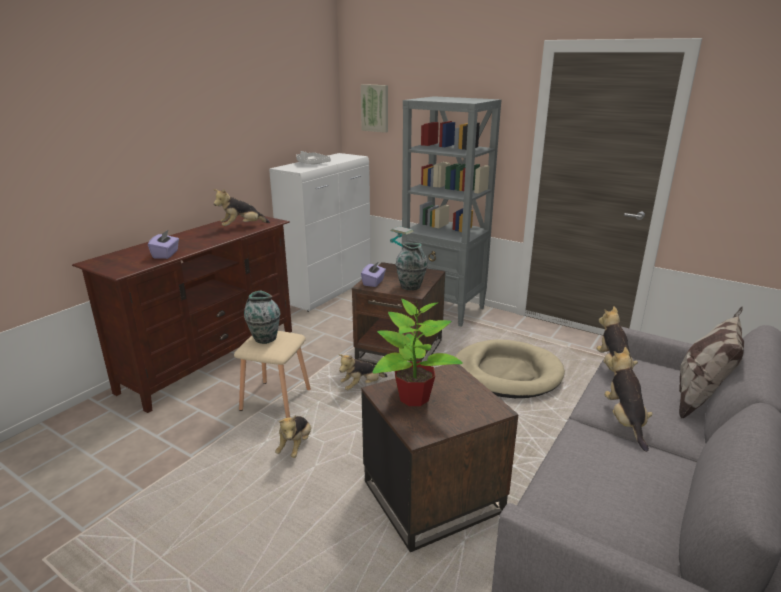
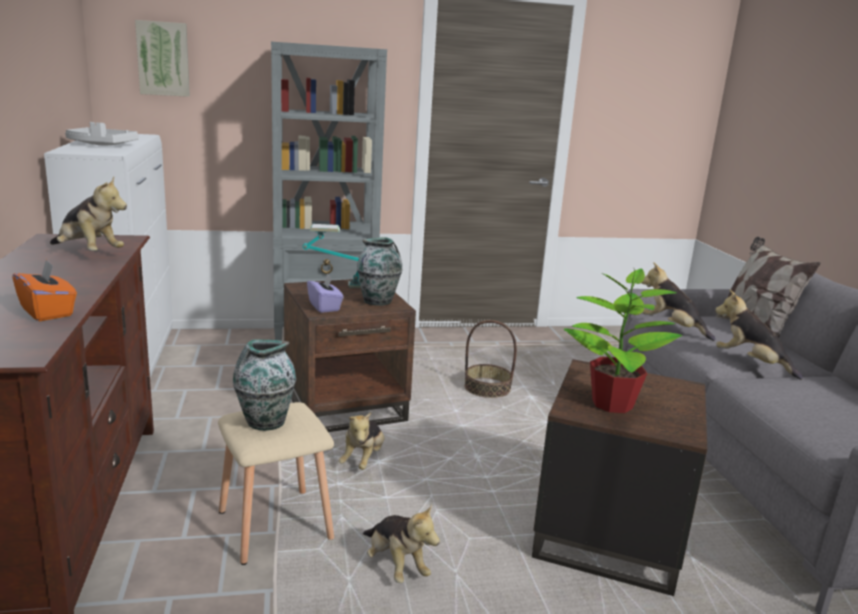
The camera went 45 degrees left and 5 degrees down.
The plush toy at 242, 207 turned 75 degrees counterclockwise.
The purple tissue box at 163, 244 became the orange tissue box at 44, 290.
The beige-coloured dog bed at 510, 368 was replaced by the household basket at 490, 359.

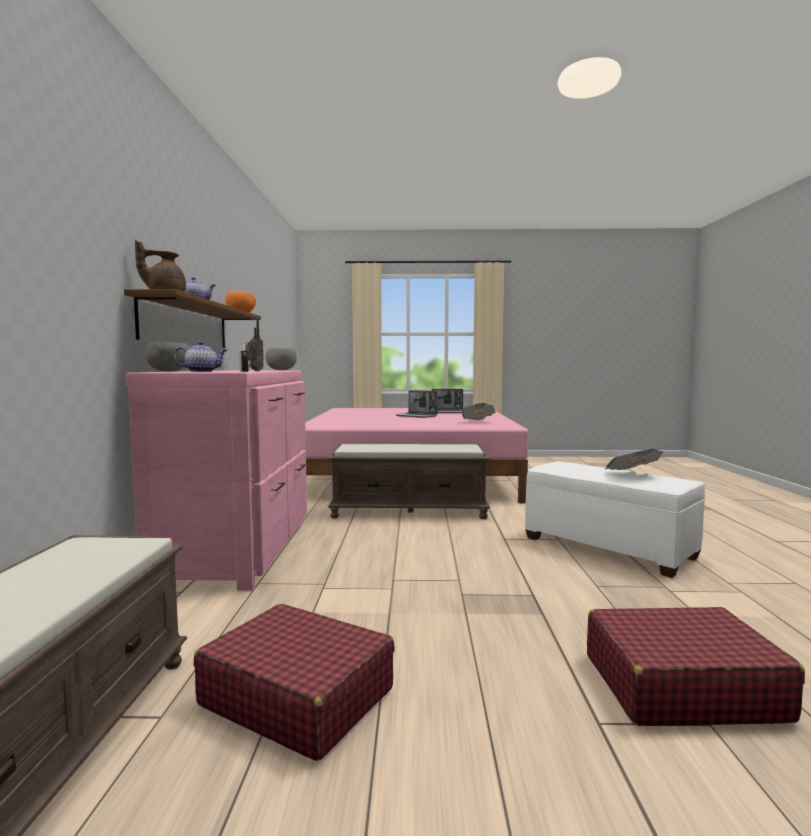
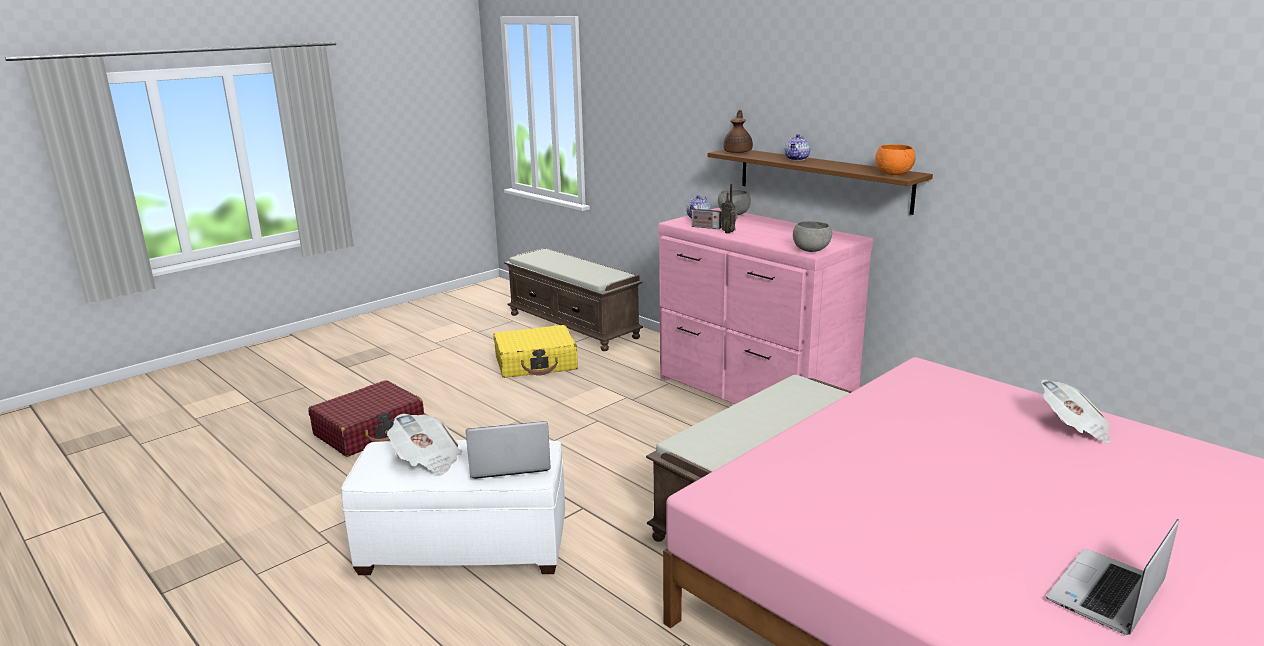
The camera went 135 degrees right and 15 degrees up.
The portable computer moved from 416, 404 to 508, 450.
The daily paper moved from 478, 411 to 1075, 411.
The red-coloured suitcase at 294, 682 became the yellowish suitcase at 535, 351.

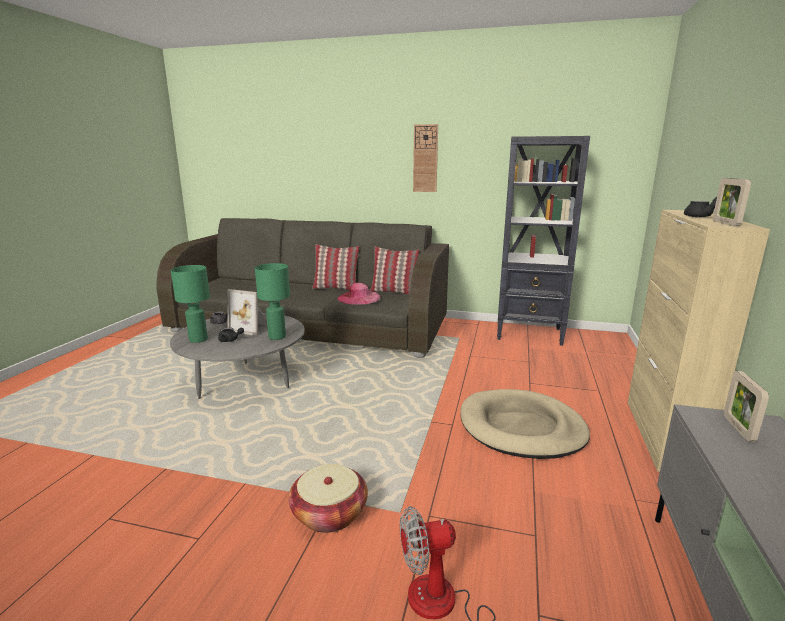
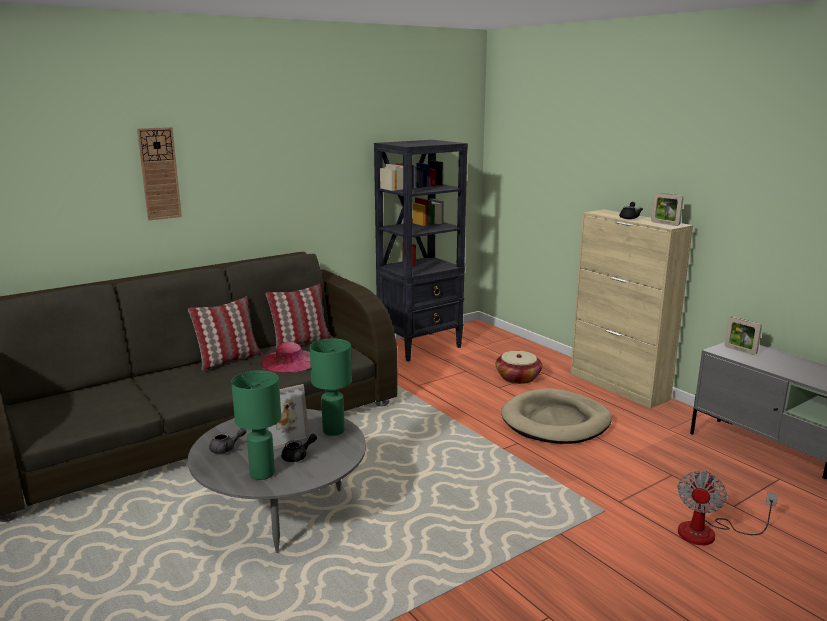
The camera went 50 degrees left and 0 degrees up.
The clock on the wall moved from 425, 158 to 159, 173.
The household basket moved from 328, 498 to 519, 367.

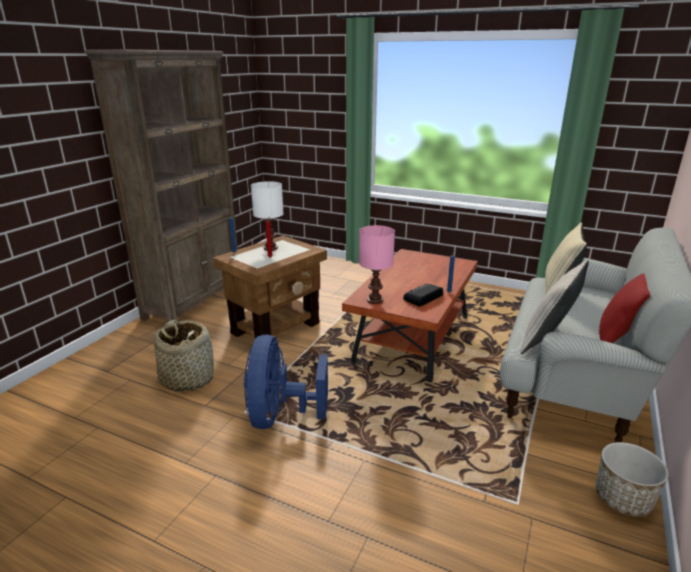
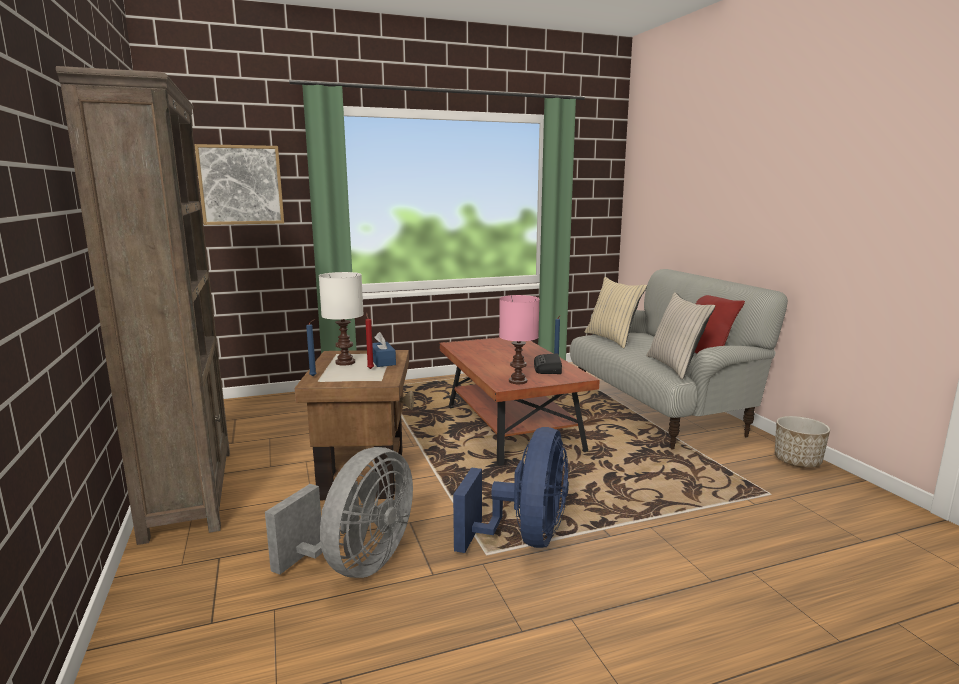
The camera went 45 degrees left and 10 degrees down.
The household basket at 184, 356 was replaced by the grey fan at 339, 512.
The blue fan at 286, 382 turned 120 degrees counterclockwise.
The wall art at 239, 184 appeared.
The blue tissue box at 384, 349 appeared.

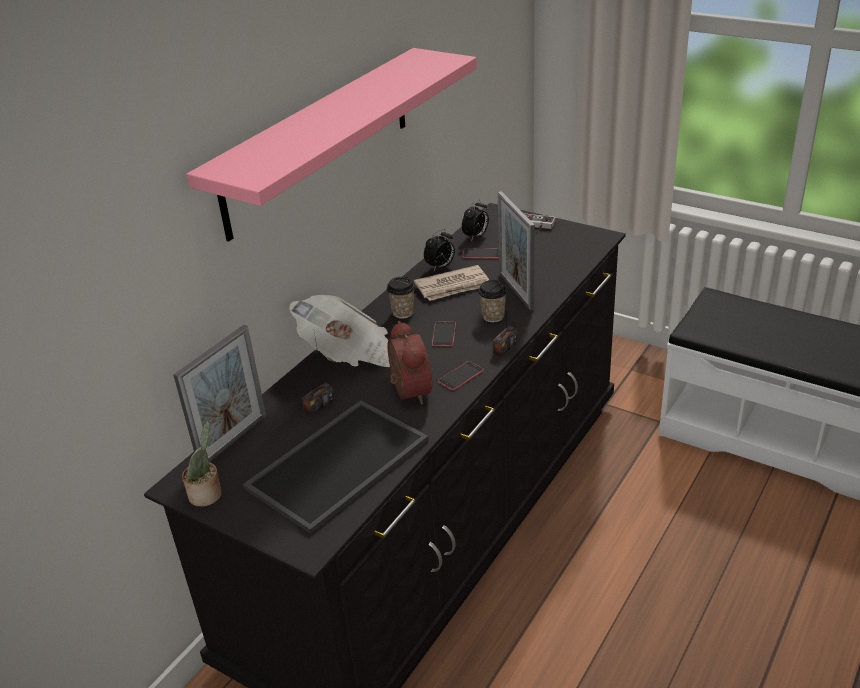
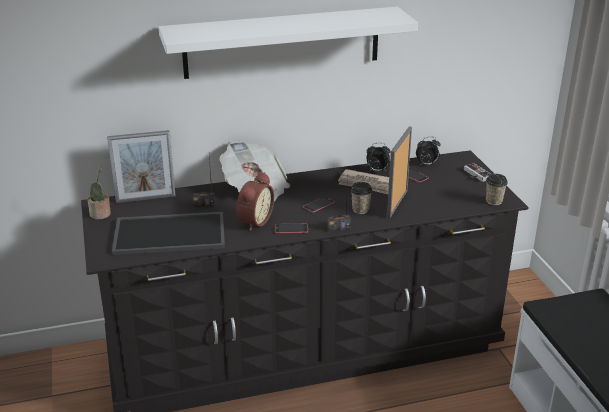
The camera went 40 degrees right and 5 degrees down.
The pinkish wall shelf at 331, 145 became the white wall shelf at 288, 43.
The cup moved from 401, 298 to 497, 189.

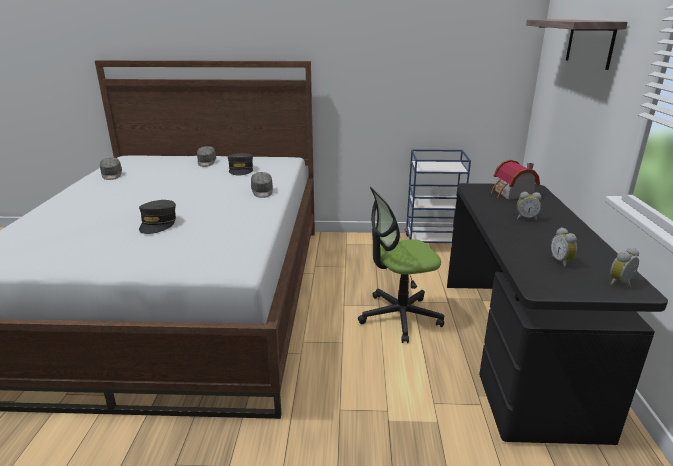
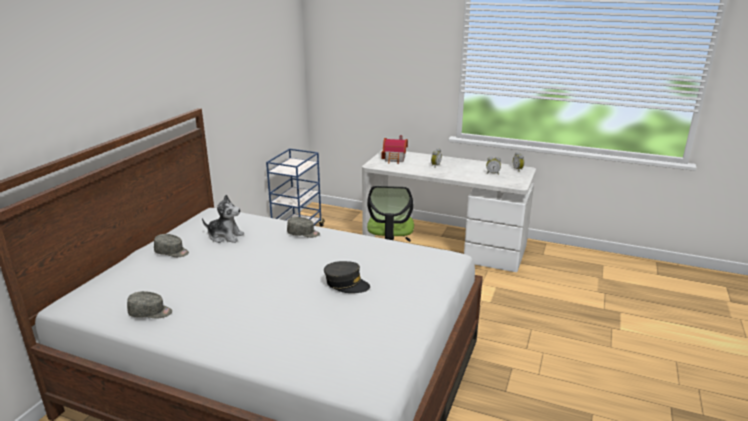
The camera went 70 degrees left and 0 degrees up.
The wall shelf at 577, 44 disappeared.
The grey peaked cap at 240, 164 was replaced by the plush toy at 223, 219.
The black desk table at 557, 314 became the white desk table at 449, 211.

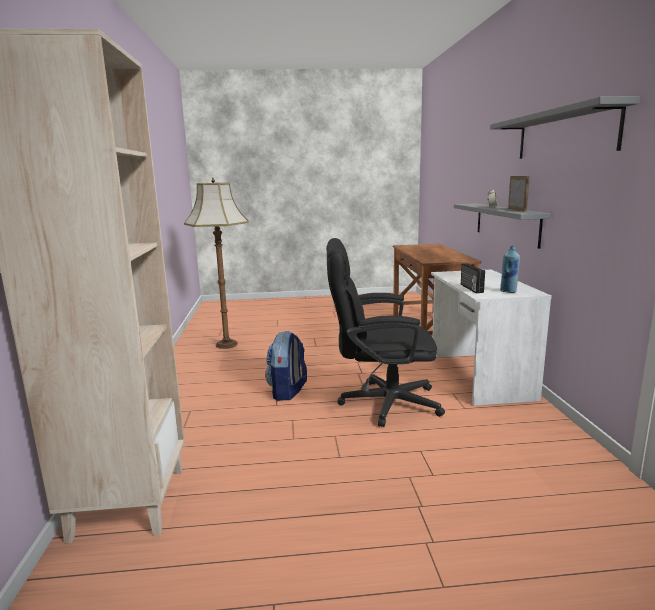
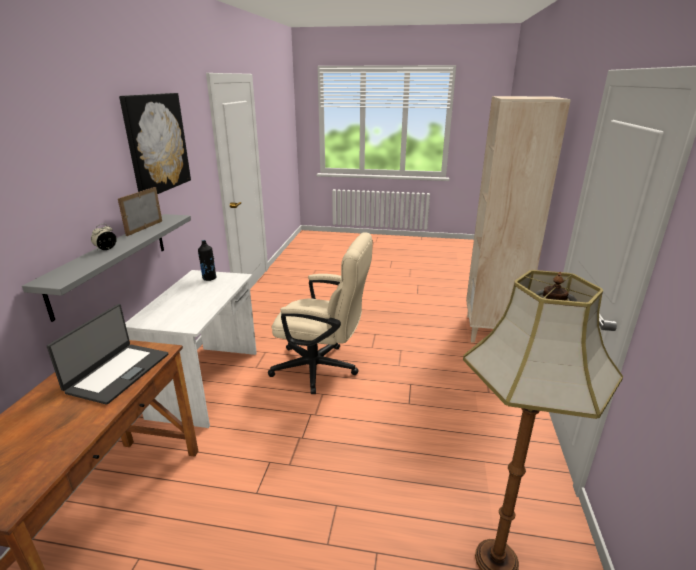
The camera went 165 degrees left and 10 degrees up.
The grey wall shelf at 565, 127 was replaced by the wall art at 155, 143.
The black desk chair at 385, 332 became the beige-coloured desk chair at 320, 313.
The blue beverage bottle at 510, 269 became the black beverage bottle at 207, 260.
The radio receiver at 473, 278 disappeared.
The rucksack at 286, 366 disappeared.
The portable computer at 107, 354 appeared.

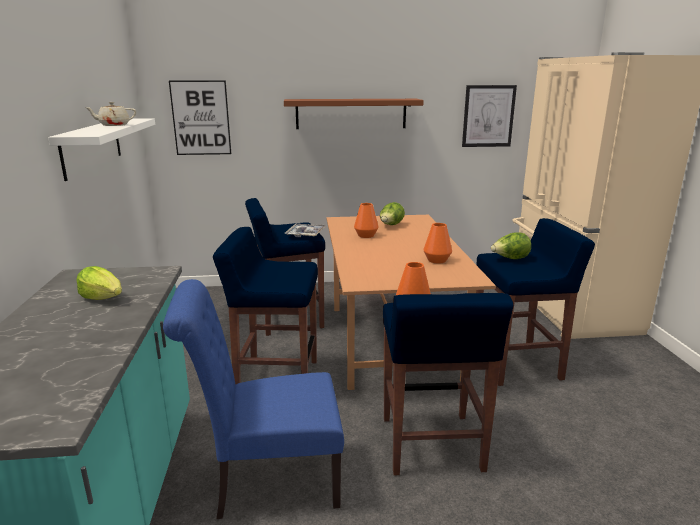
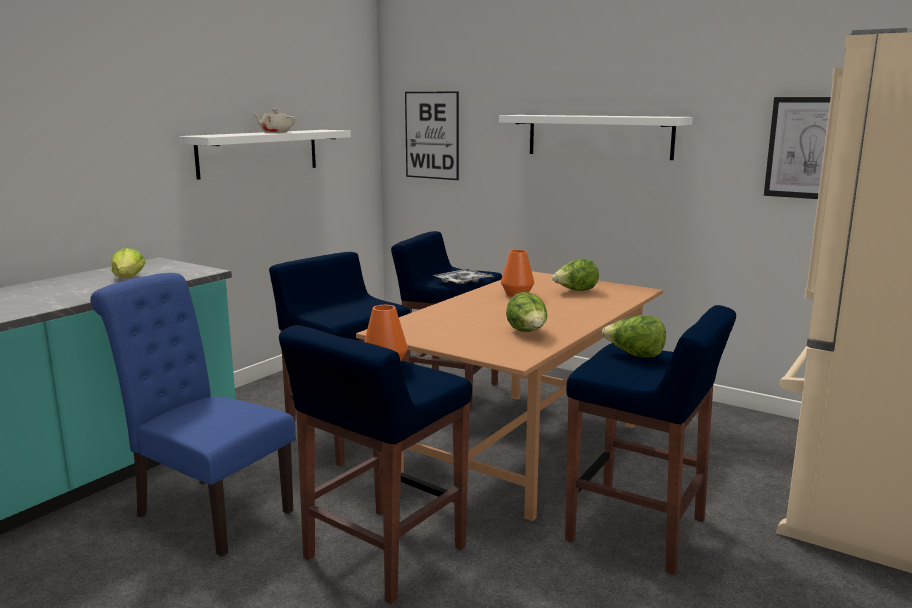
The camera went 40 degrees right and 5 degrees down.
The brown-coloured wall shelf at 354, 114 became the white wall shelf at 596, 137.
The orange vase at 438, 243 was replaced by the head of lettuce at 526, 312.

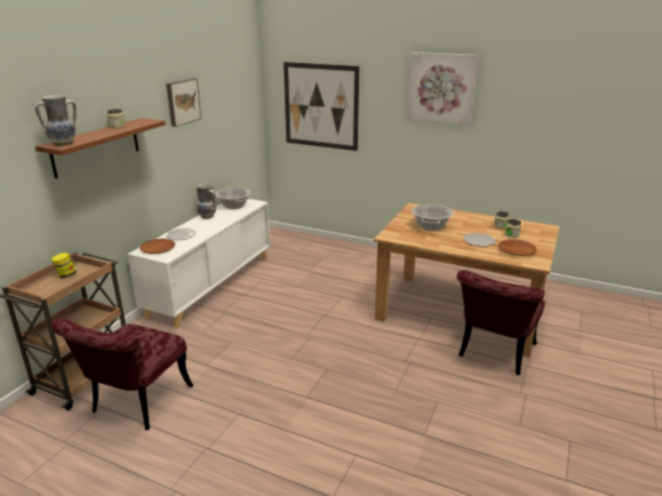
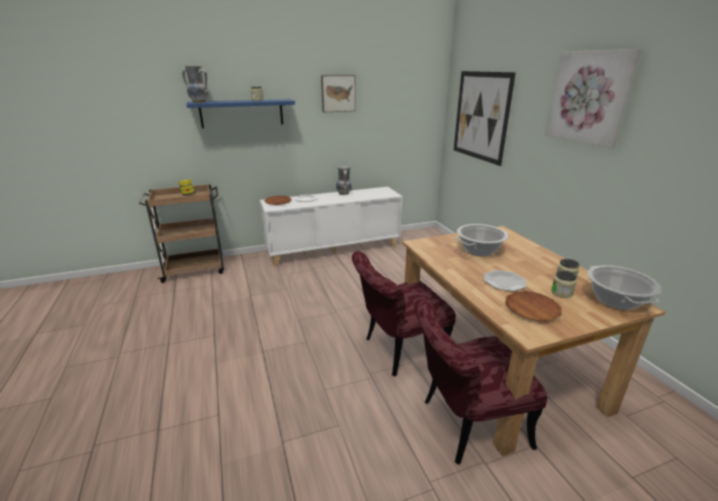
The camera went 45 degrees right and 0 degrees up.
The brown-coloured wall shelf at 100, 148 became the blue wall shelf at 240, 113.
The saucepot moved from 233, 198 to 624, 287.
The red-coloured plain chair moved from 122, 374 to 404, 314.

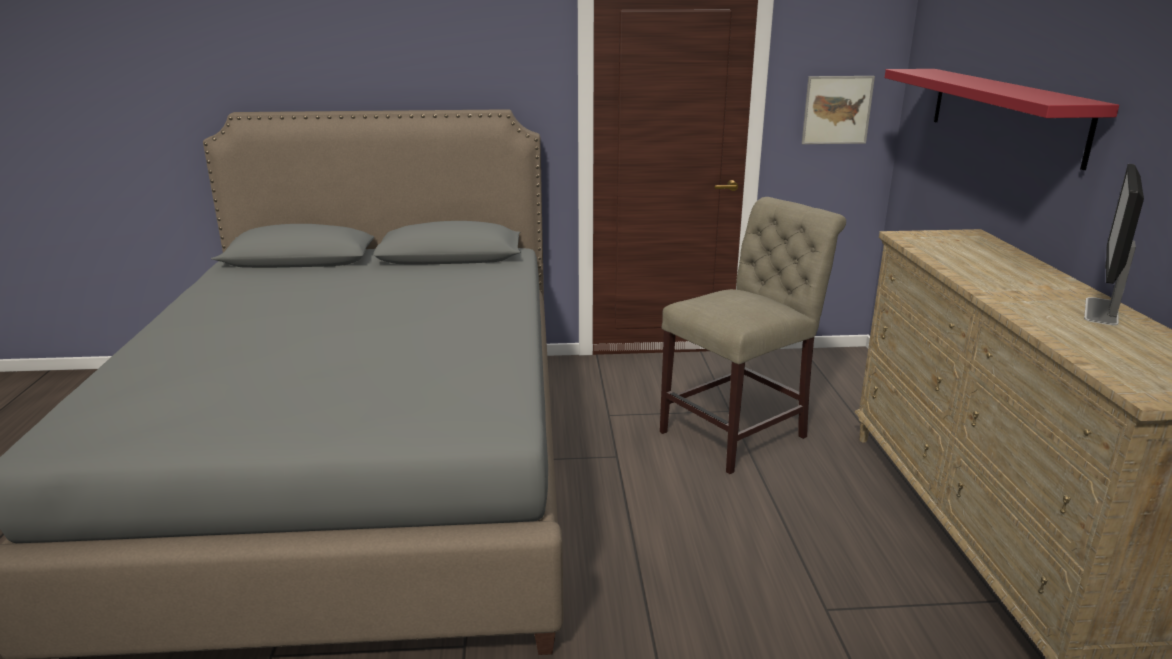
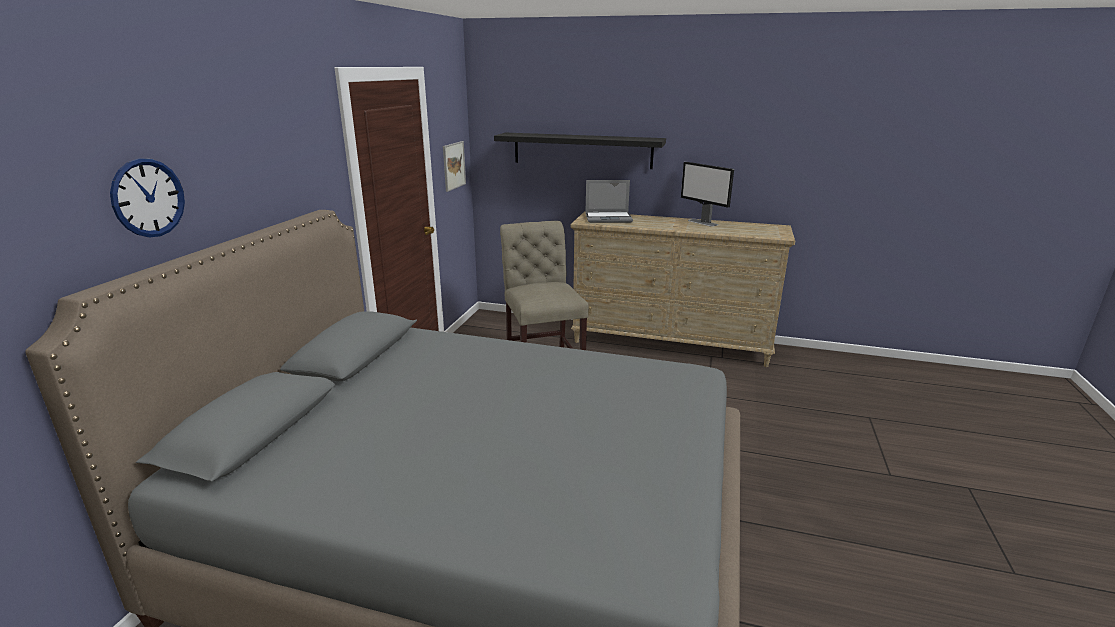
The camera went 70 degrees left and 0 degrees up.
The red-coloured wall shelf at 1002, 119 became the black wall shelf at 580, 151.
The clock on the wall at 147, 198 appeared.
The portable computer at 609, 201 appeared.

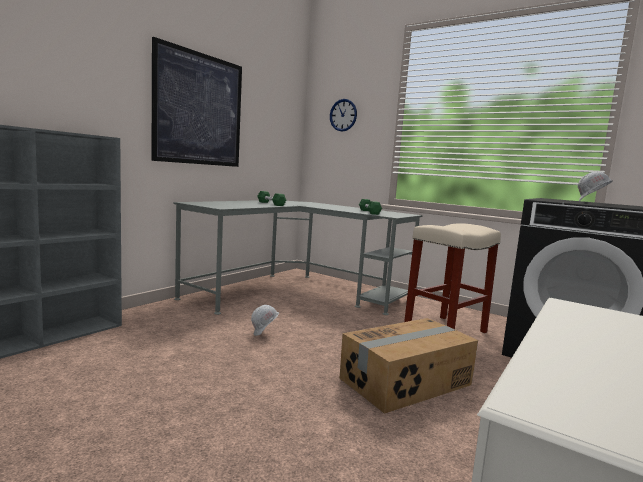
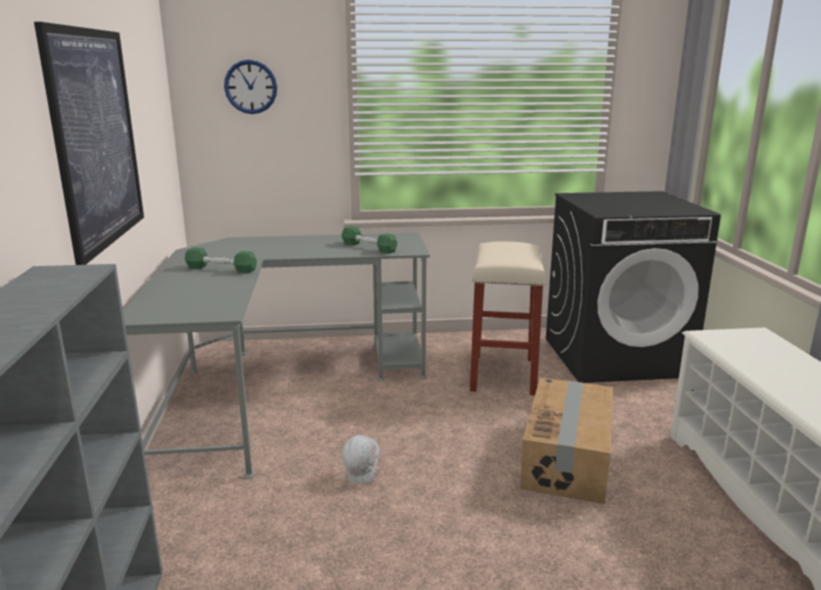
The camera went 40 degrees left and 10 degrees up.
The white safety helmet at 595, 186 disappeared.

